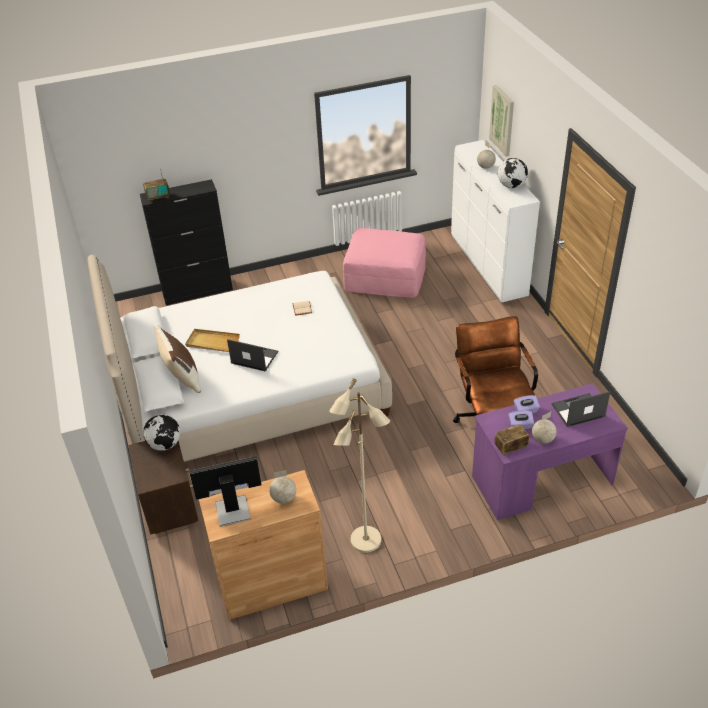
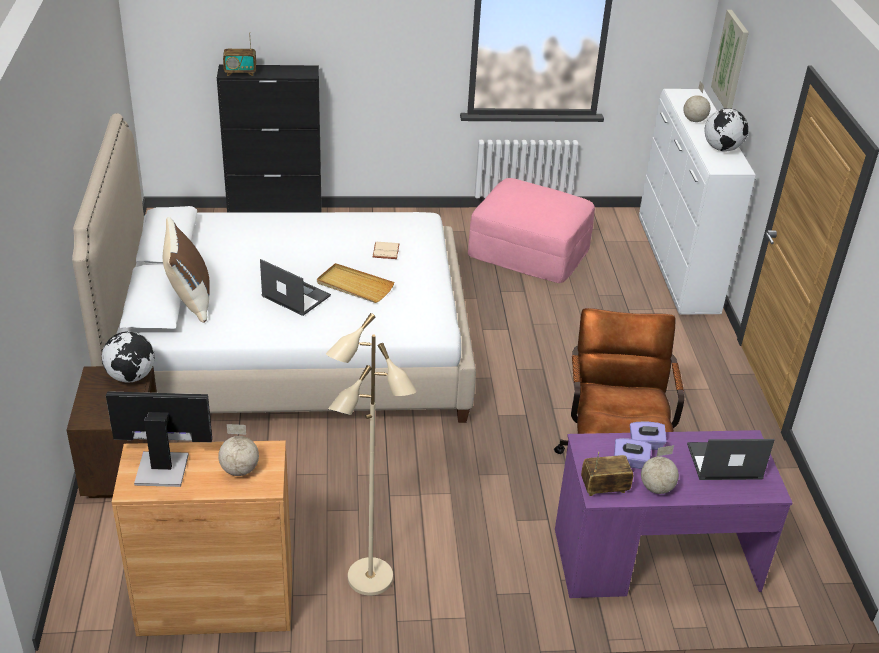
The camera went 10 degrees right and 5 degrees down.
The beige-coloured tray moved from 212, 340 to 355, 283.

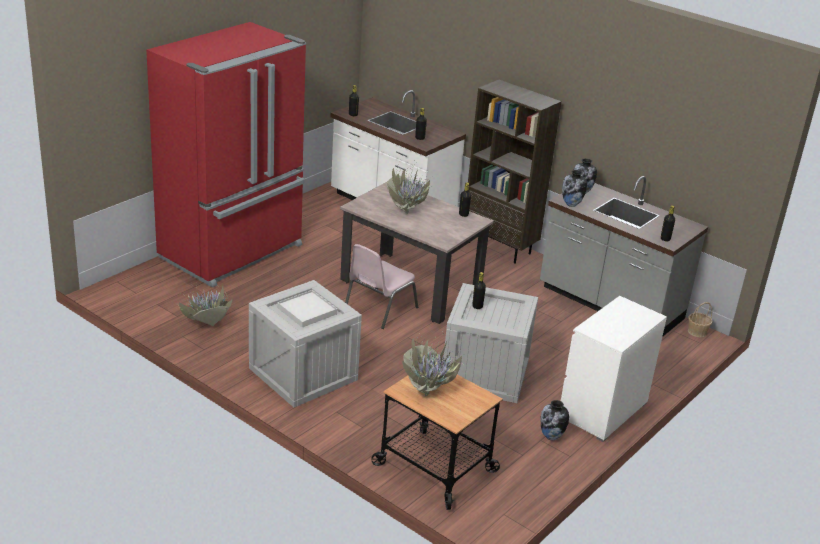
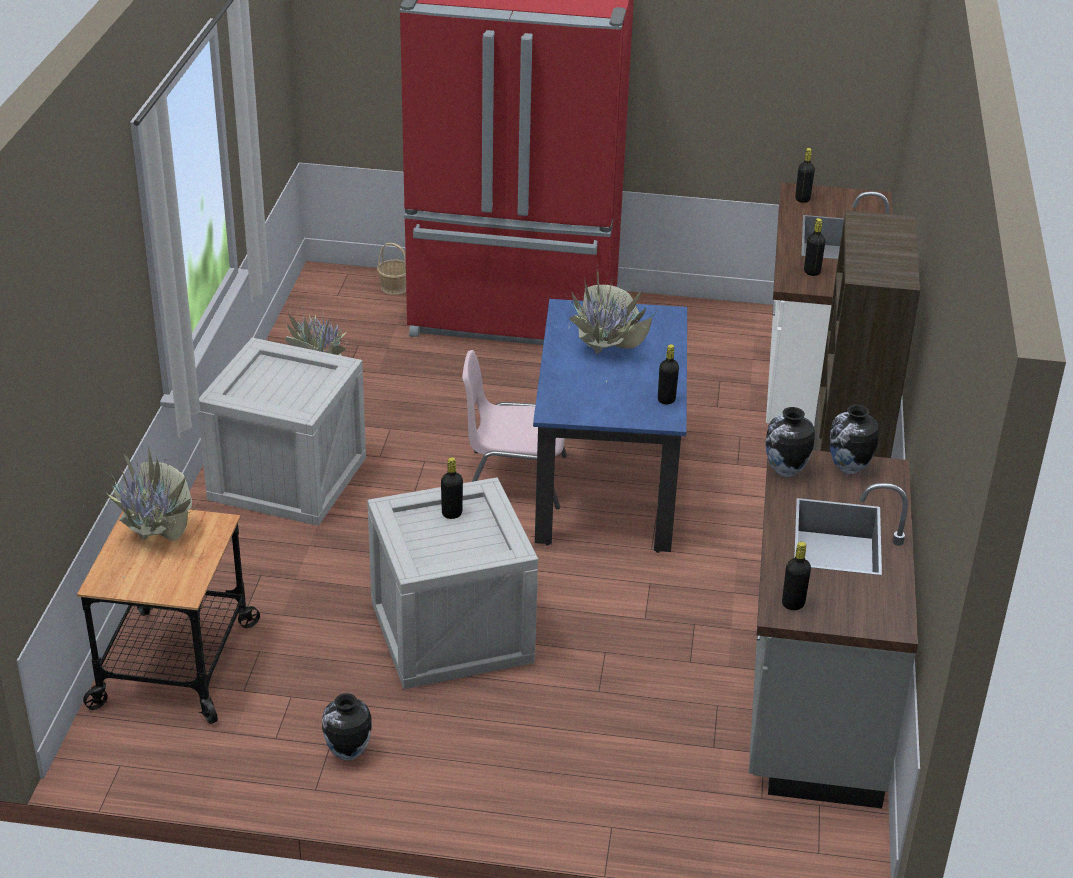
The camera went 60 degrees right and 5 degrees up.
The beige-coloured dinner table at 417, 252 became the blue dinner table at 610, 426.
The white tray at 307, 309 disappeared.
The white drawer chest at 614, 369 disappeared.
The household basket moved from 700, 319 to 391, 269.

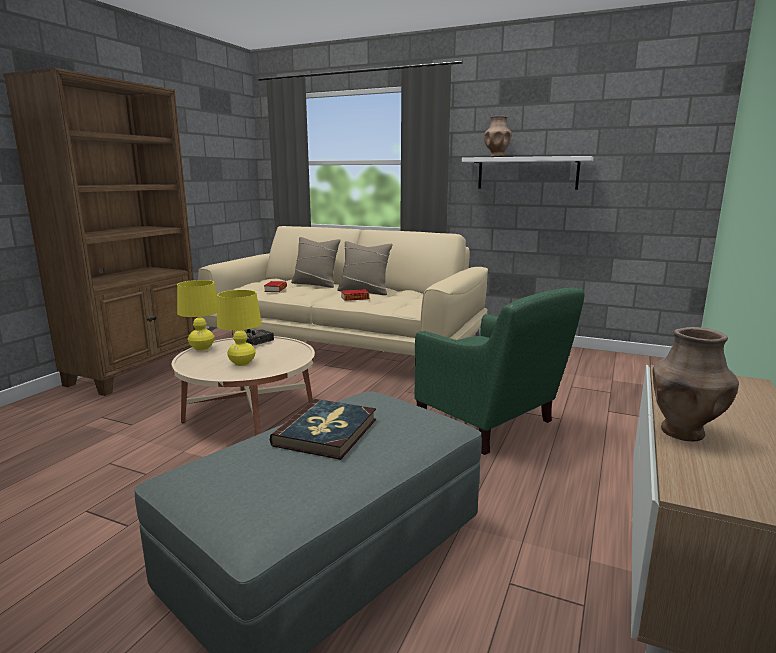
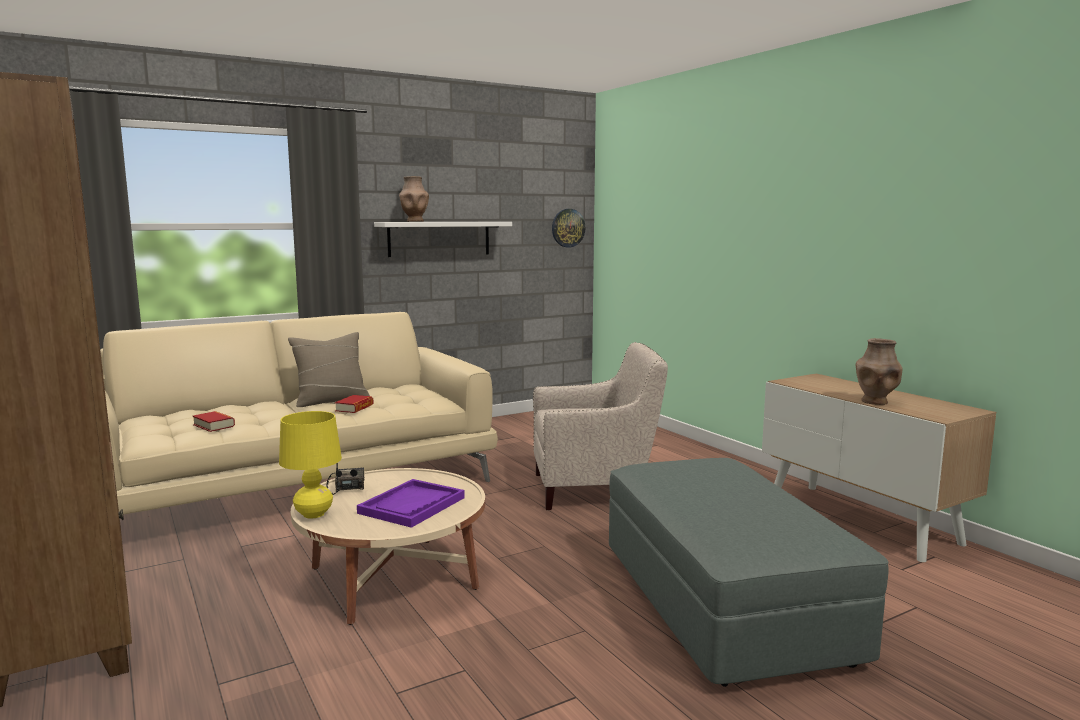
The camera went 55 degrees left and 5 degrees down.
The beige-coloured throw pillow at 315, 262 disappeared.
The greenish easy chair at 499, 371 became the beige-coloured easy chair at 600, 426.
The yellowish table lamp at 239, 328 was replaced by the purple tray at 411, 503.
The book at 323, 429 disappeared.
The clock on the wall at 568, 228 appeared.

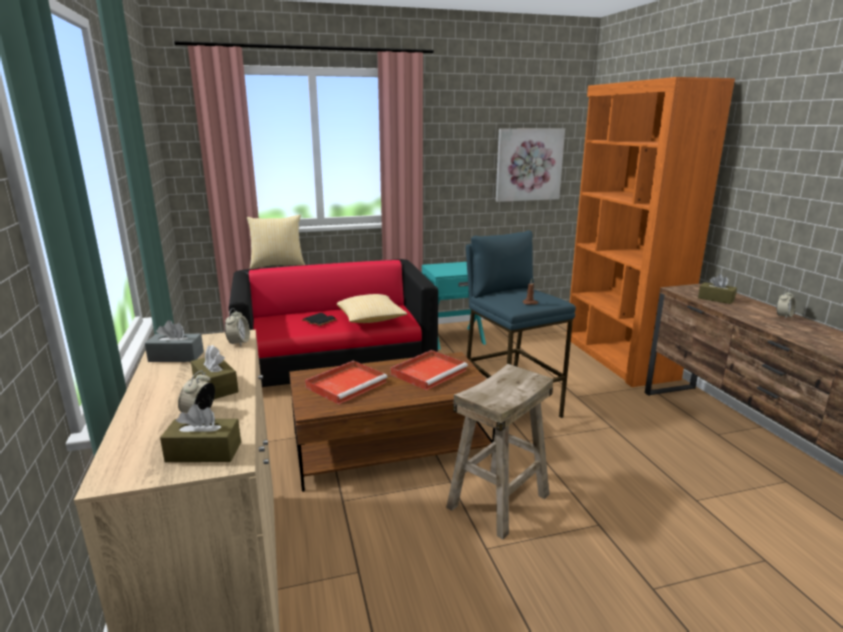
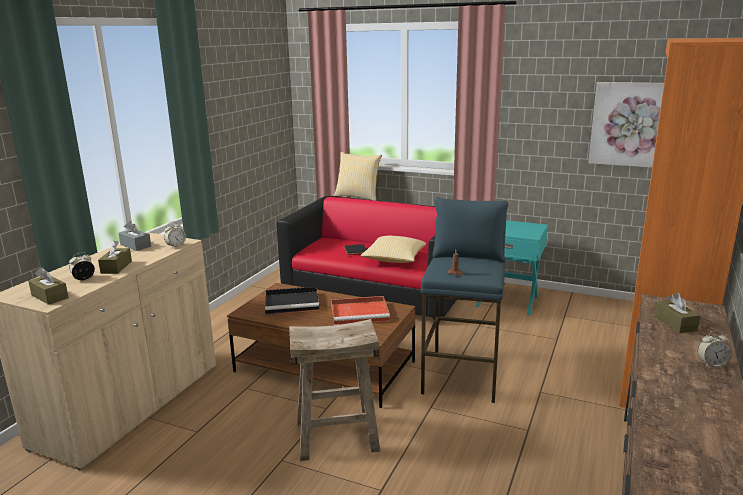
The camera went 40 degrees right and 0 degrees up.
The red-coloured tray at 346, 383 became the black tray at 292, 300.

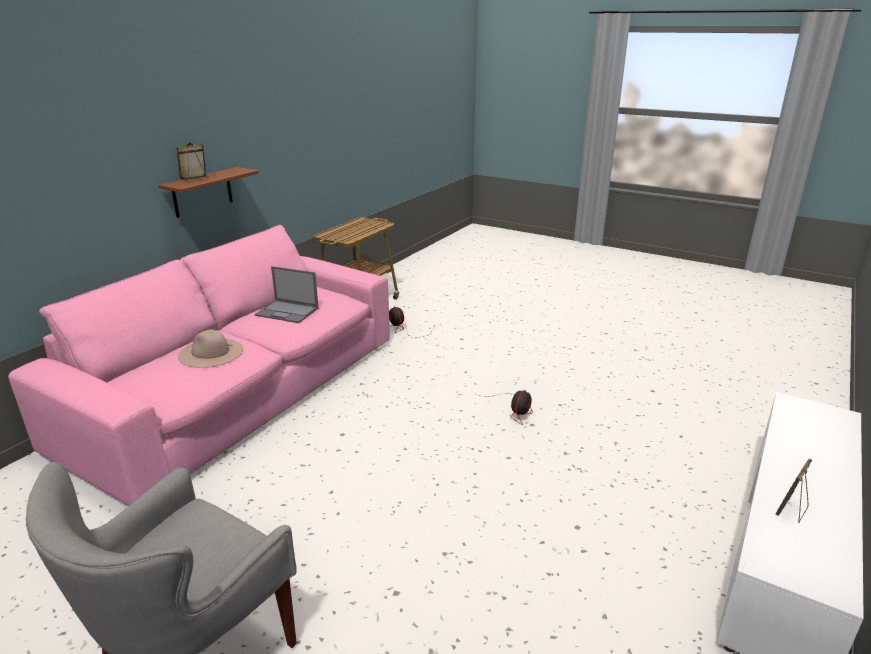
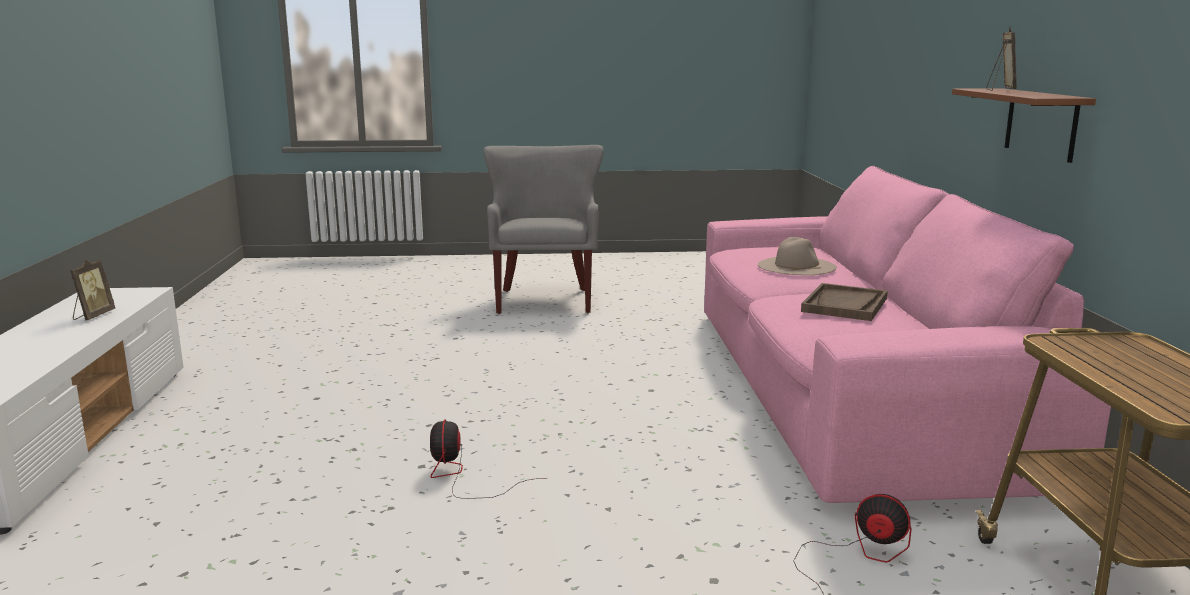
The camera went 145 degrees right and 10 degrees down.
The portable computer at 287, 294 was replaced by the brown-coloured tray at 844, 302.

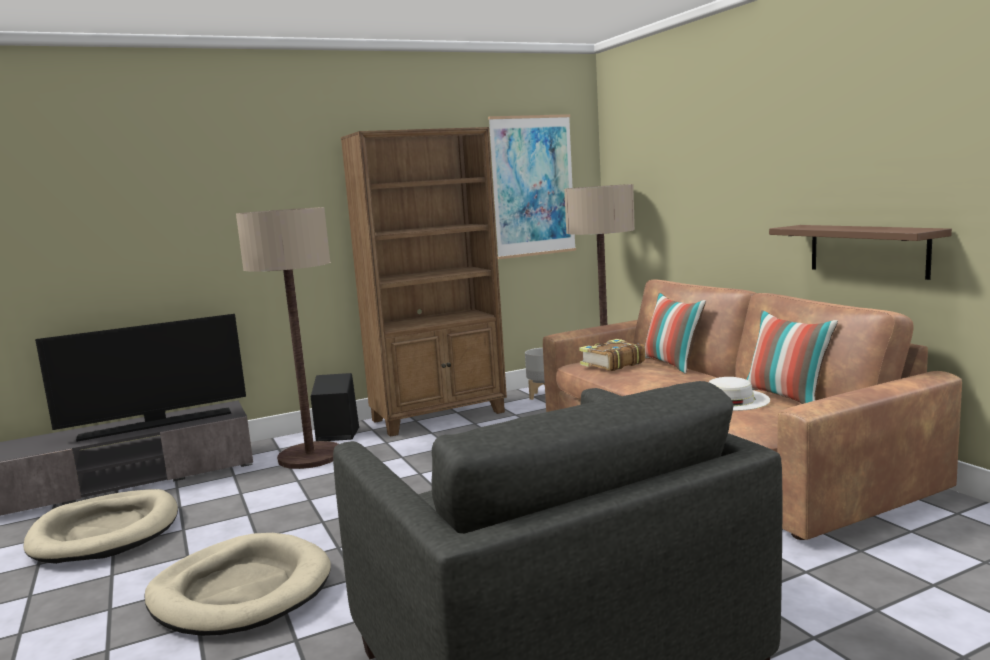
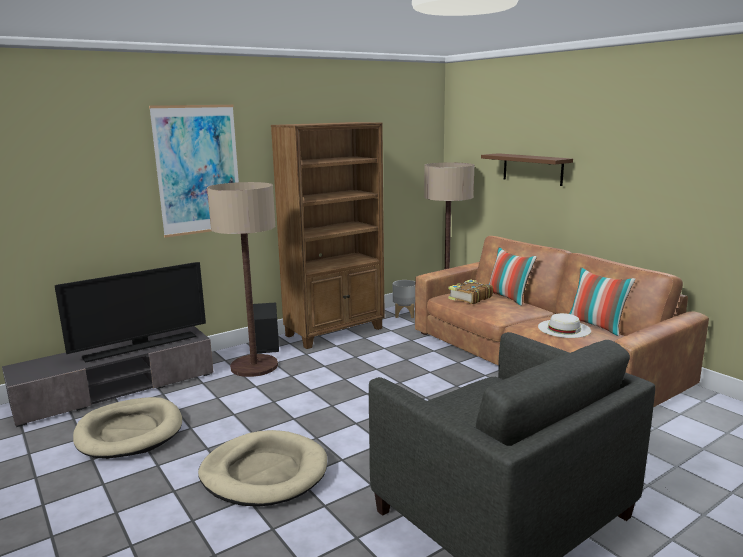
The camera went 10 degrees left and 5 degrees up.
The wall art moved from 532, 186 to 194, 171.
The brown-coloured wall shelf moved from 860, 252 to 527, 169.

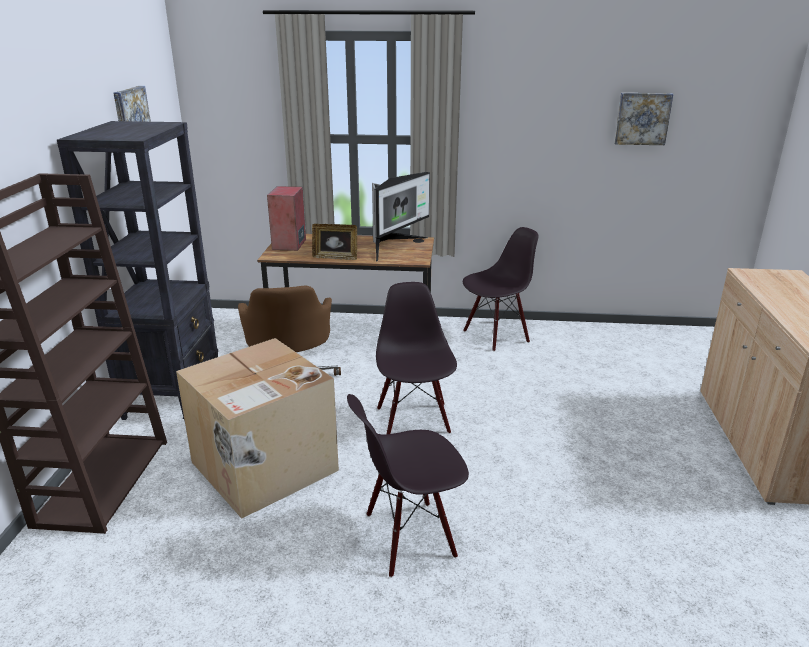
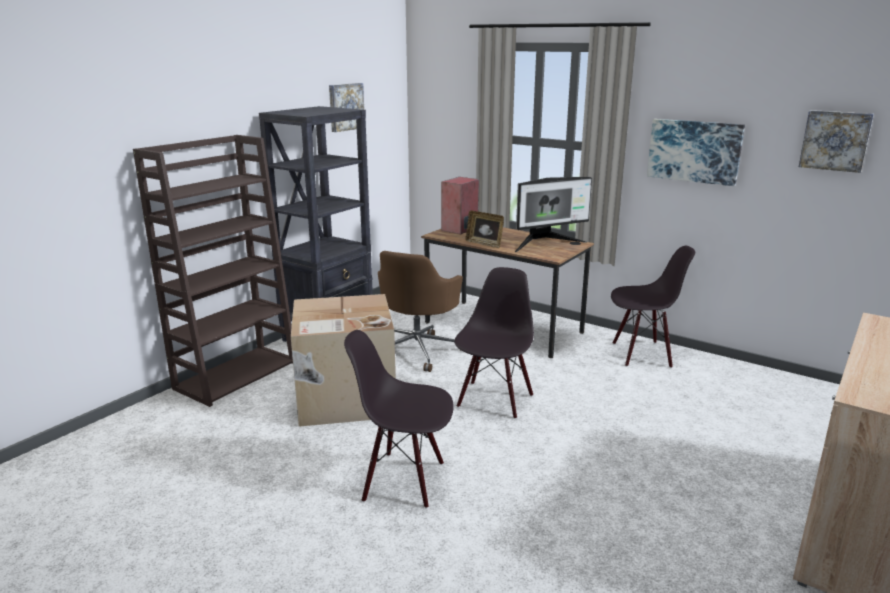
The camera went 30 degrees right and 5 degrees down.
The wall art at 696, 152 appeared.

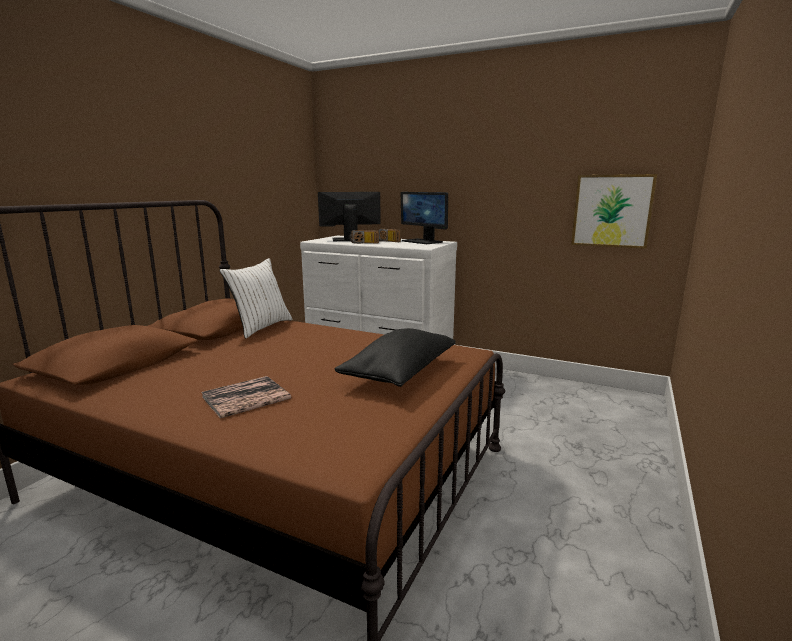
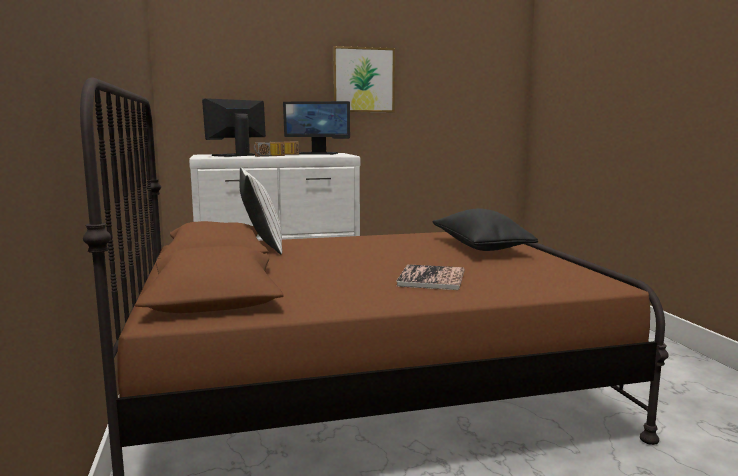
The camera went 40 degrees left and 5 degrees down.
The wall art moved from 614, 211 to 364, 79.

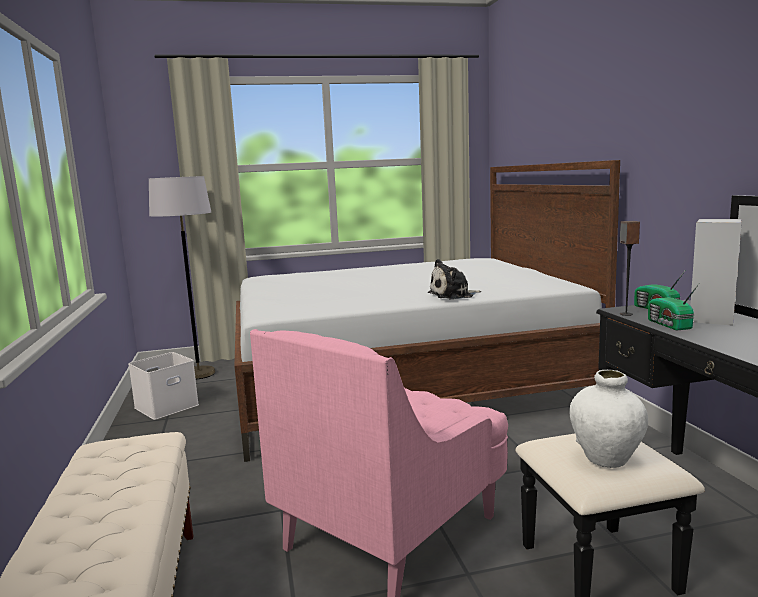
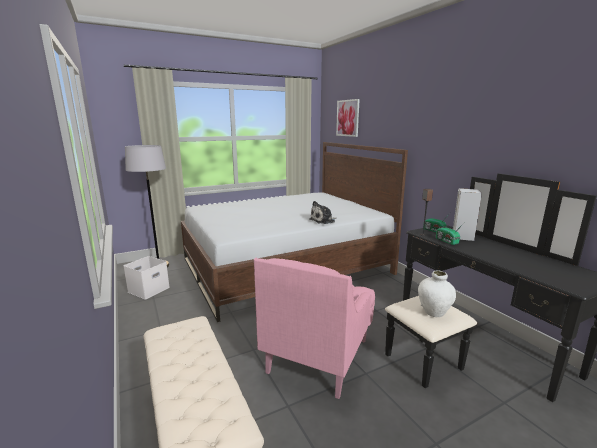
The camera went 15 degrees left and 5 degrees up.
The wall art at 348, 118 appeared.

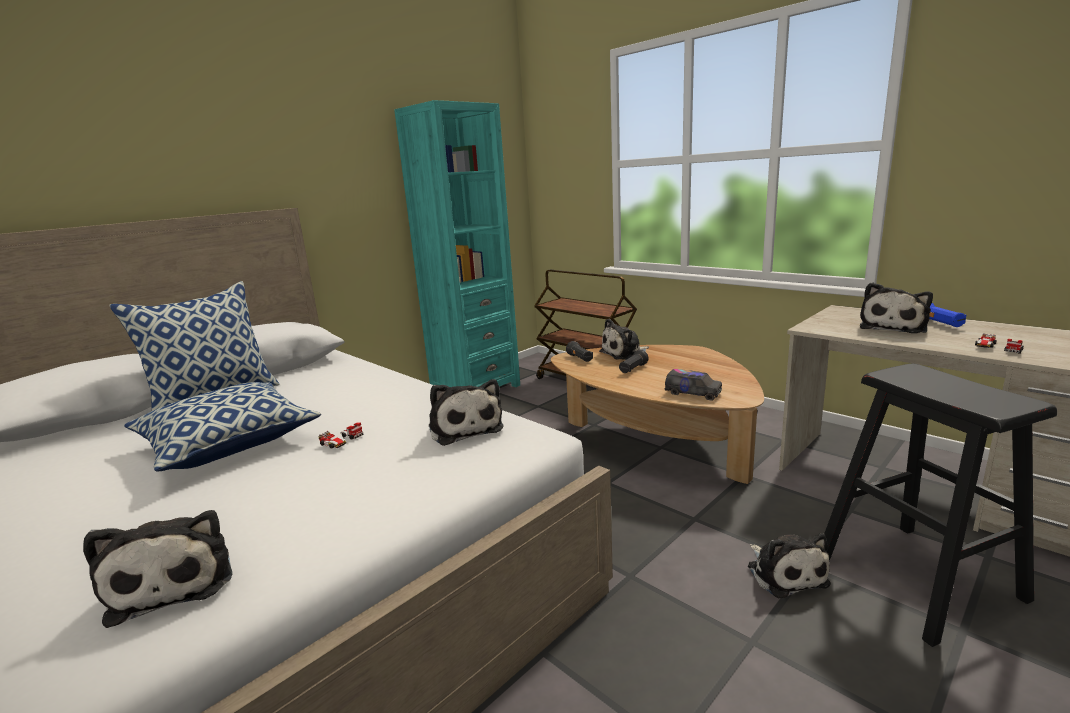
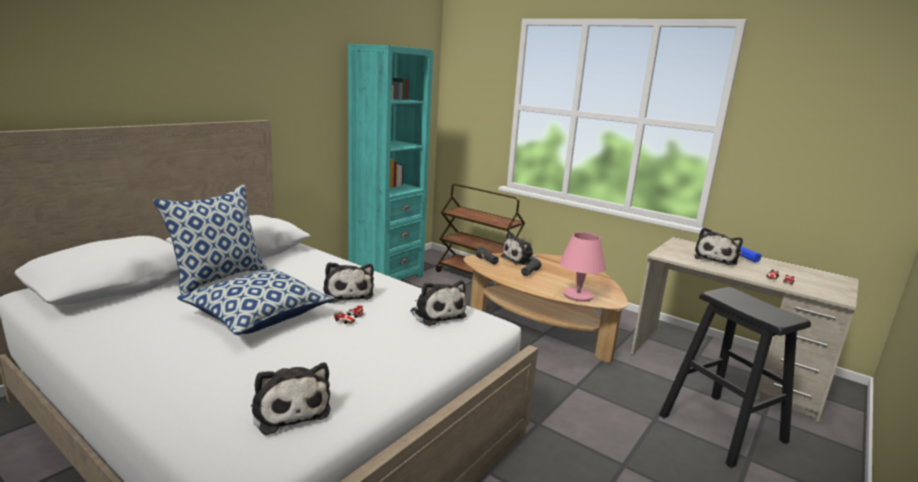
The camera went 10 degrees left and 0 degrees up.
The model truck at 693, 384 was replaced by the pinkish table lamp at 583, 267.
The plush toy moved from 789, 565 to 348, 282.

